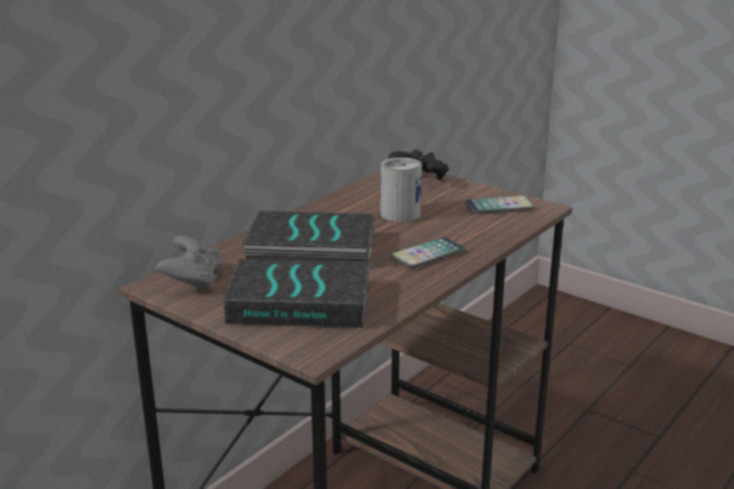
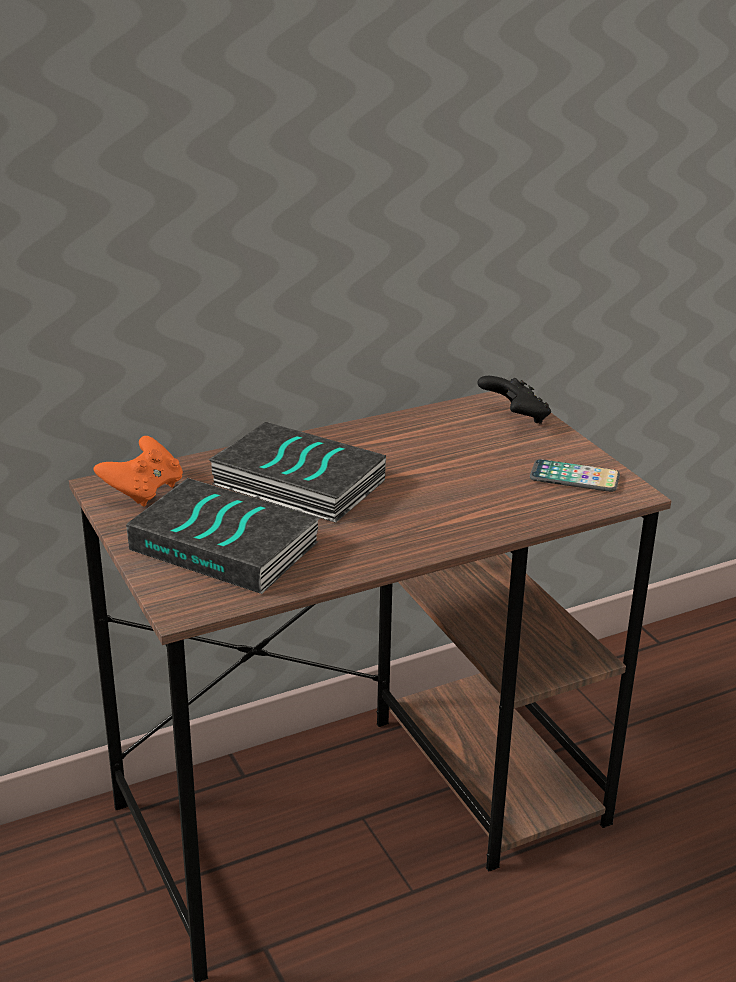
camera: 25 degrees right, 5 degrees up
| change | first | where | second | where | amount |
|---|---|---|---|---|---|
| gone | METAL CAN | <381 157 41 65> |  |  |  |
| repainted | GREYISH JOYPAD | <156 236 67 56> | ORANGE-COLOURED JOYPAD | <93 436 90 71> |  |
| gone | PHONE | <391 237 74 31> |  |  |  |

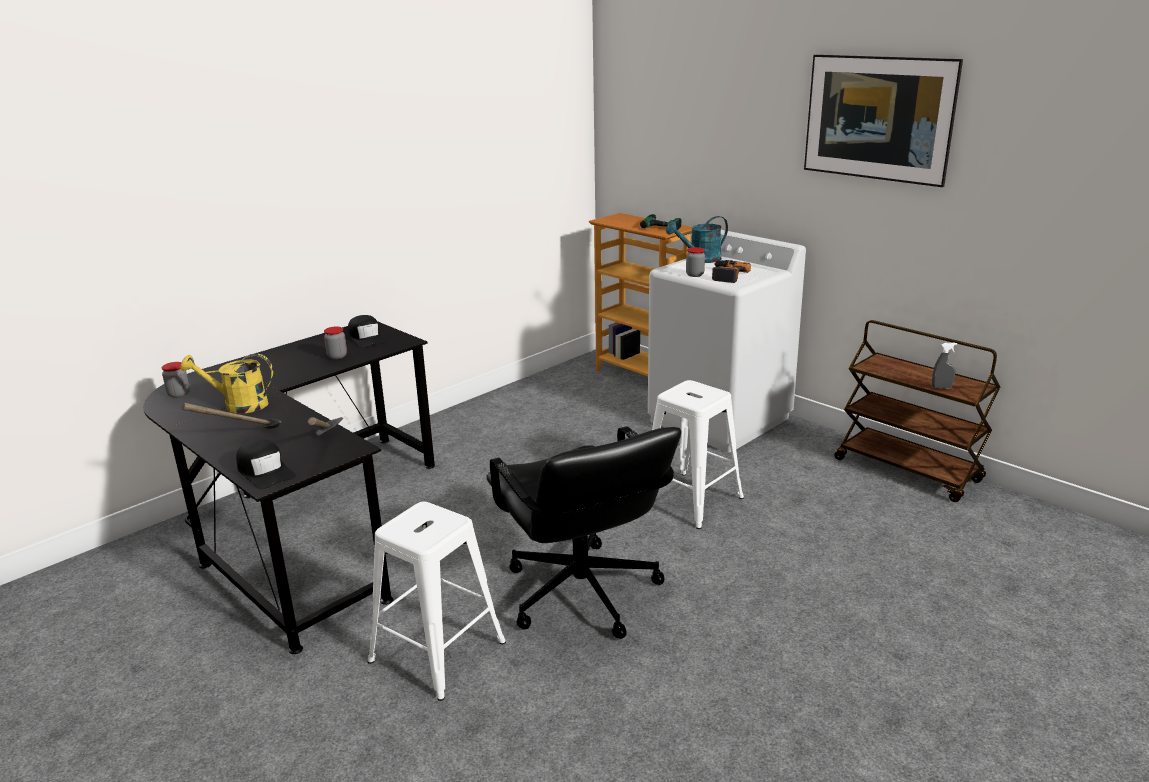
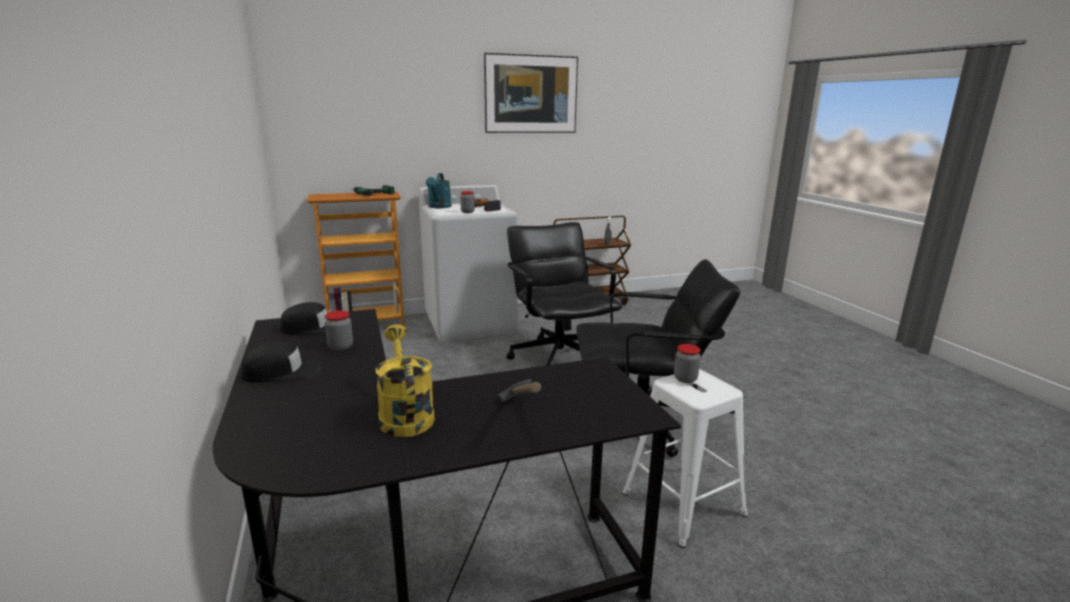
camera: 65 degrees left, 5 degrees down
| change | first | where | second | where | amount |
|---|---|---|---|---|---|
| rotated | YELLOW SPRINKLING CAN | <180 354 93 60> |  | <375 324 60 113> | 135 degrees clockwise |
| shifted | JAR | <162 362 28 36> |  | <674 344 27 39> |  |
| swapped | WHITISH STOOL | <652 380 92 149> | BLACK COMPUTER CHAIR | <506 222 116 143> |  |
| gone | HAND HAMMER | <308 417 35 19> |  |  |  |
| shifted | BLACK PEAKED CAP | <236 439 60 50> |  | <241 341 82 42> |  |

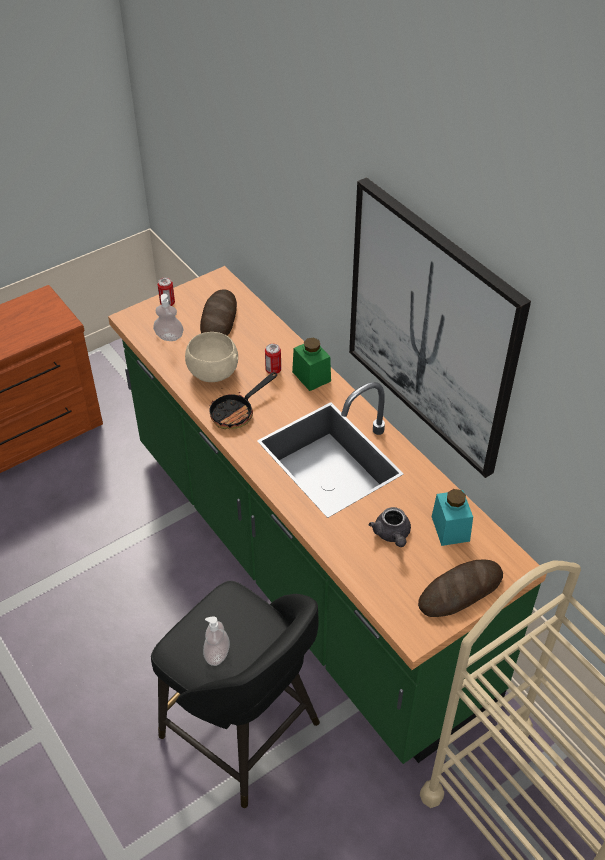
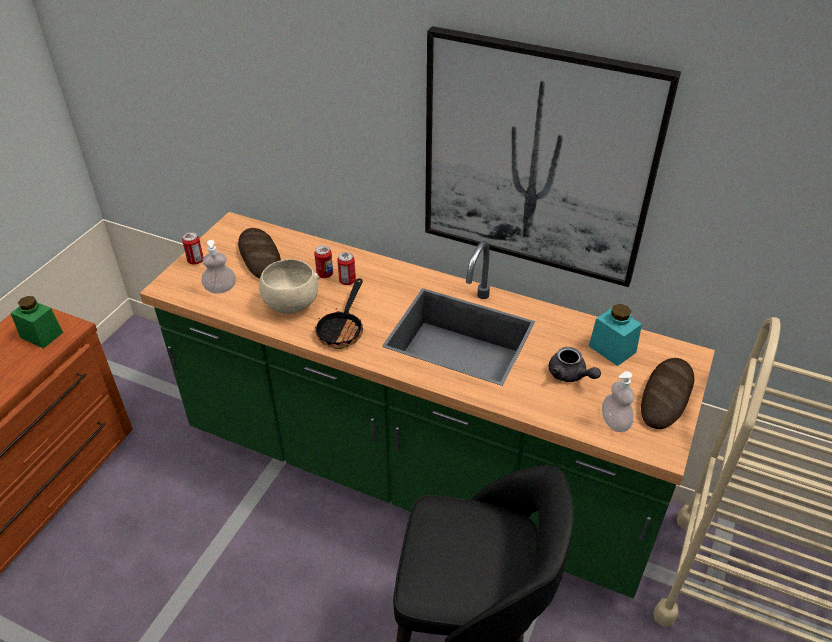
camera: 30 degrees left, 5 degrees down
| change | first | where | second | where | amount |
|---|---|---|---|---|---|
| shifted | GREEN JAR | <292 338 39 53> |  | <11 296 52 52> |  |
| shifted | SOAP BOTTLE | <203 616 27 50> |  | <602 371 32 61> |  |
| new |  |  | METAL CAN | <314 245 19 33> |  |

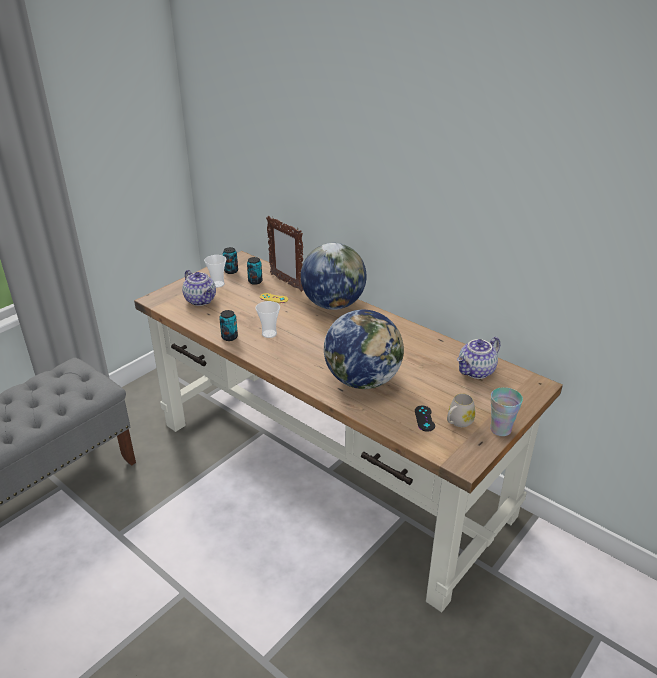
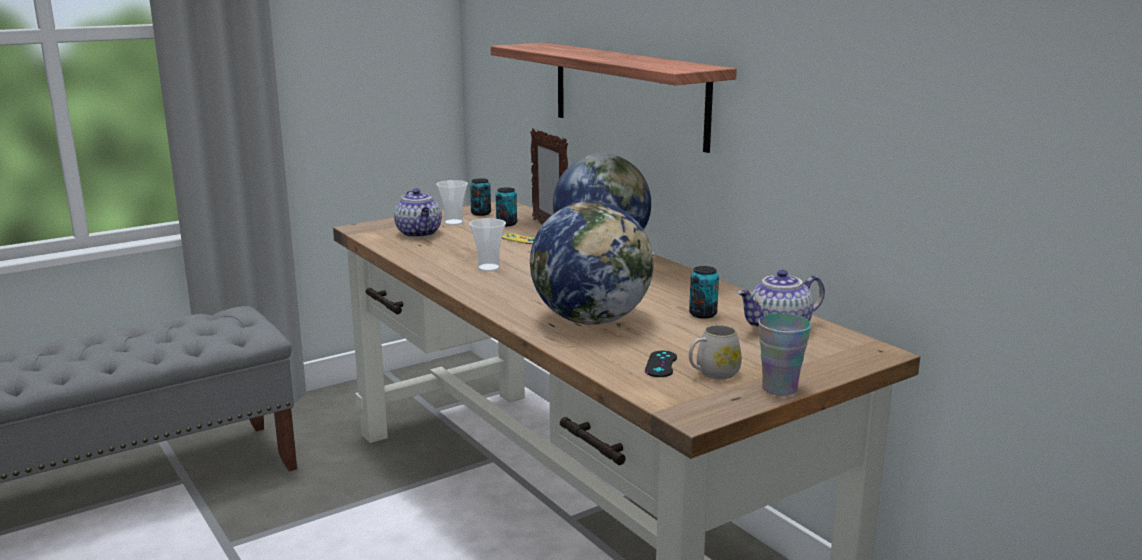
camera: 15 degrees right, 15 degrees down
| change | first | where | second | where | amount |
|---|---|---|---|---|---|
| shifted | METAL CAN | <219 310 19 31> |  | <689 266 30 53> |  |
| new |  |  | WALL SHELF | <491 43 246 110> |  |

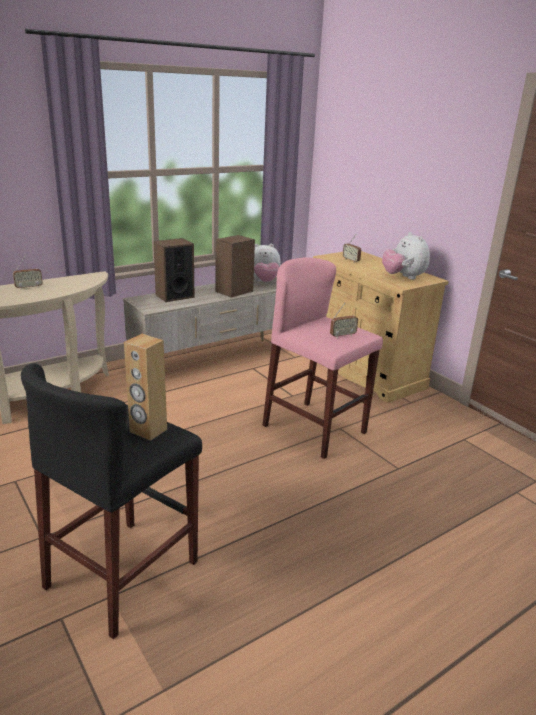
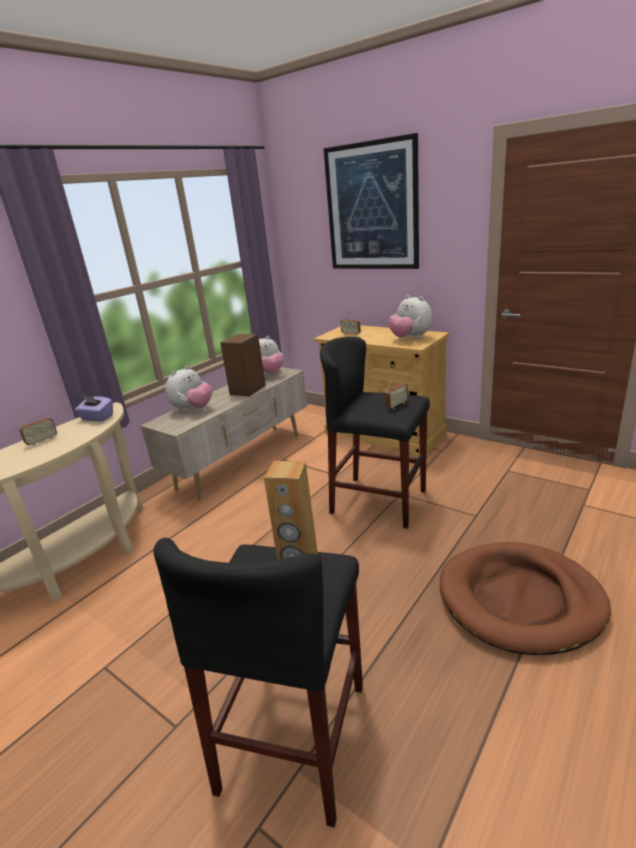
camera: 15 degrees left, 0 degrees up
| change | first | where | second | where | amount |
|---|---|---|---|---|---|
| swapped | AUDIO SPEAKER | <153 238 41 64> | PLUSH TOY | <165 366 48 46> |  |
| repainted | PINK-COLOURED STOOL | <263 257 120 202> | BLACK STOOL | <320 337 110 192> |  |
| new |  |  | PICTURE | <324 133 95 136> |  |
| new |  |  | PURPLISH TISSUE HOLDER | <75 396 38 25> |  |
| new |  |  | BROWN-COLOURED DOG CUSHION | <440 542 171 113> |  |

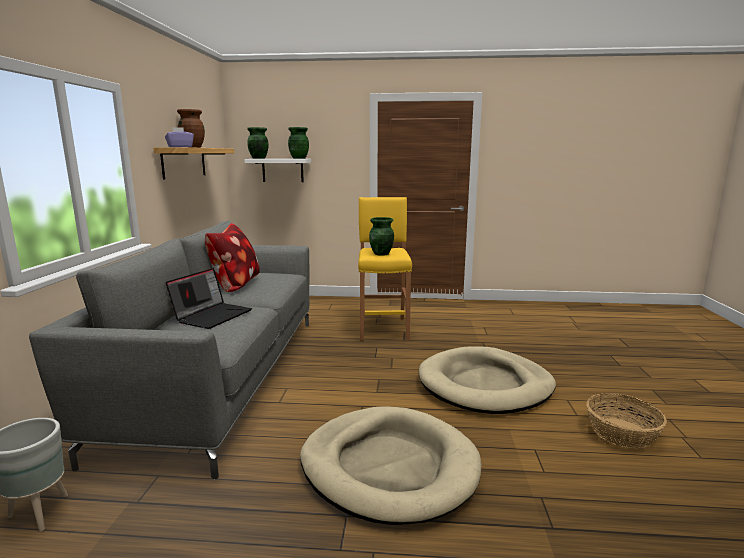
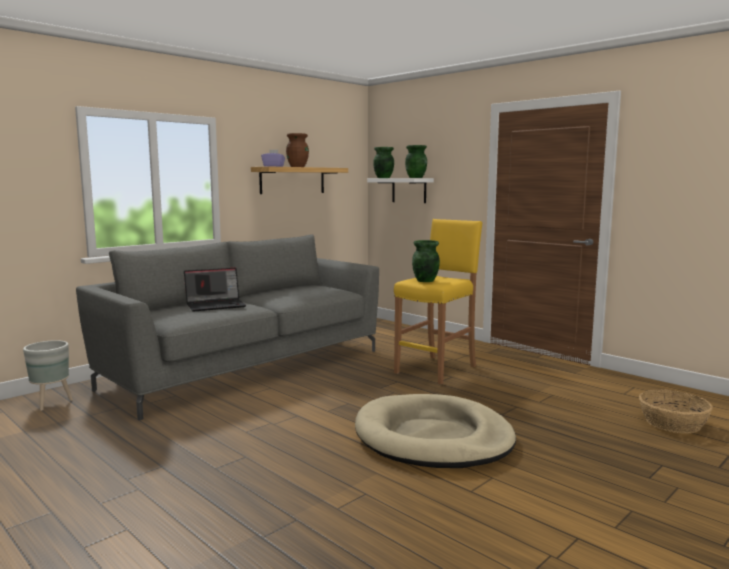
camera: 40 degrees right, 5 degrees down
| change | first | where | second | where | amount |
|---|---|---|---|---|---|
| gone | CUSHION | <205 223 55 69> |  |  |  |
| shifted | HOUSEHOLD BASKET | <586 393 81 56> |  | <639 389 74 44> |  |
| gone | BEIGE-COLOURED DOG CUSHION | <300 407 181 118> |  |  |  |

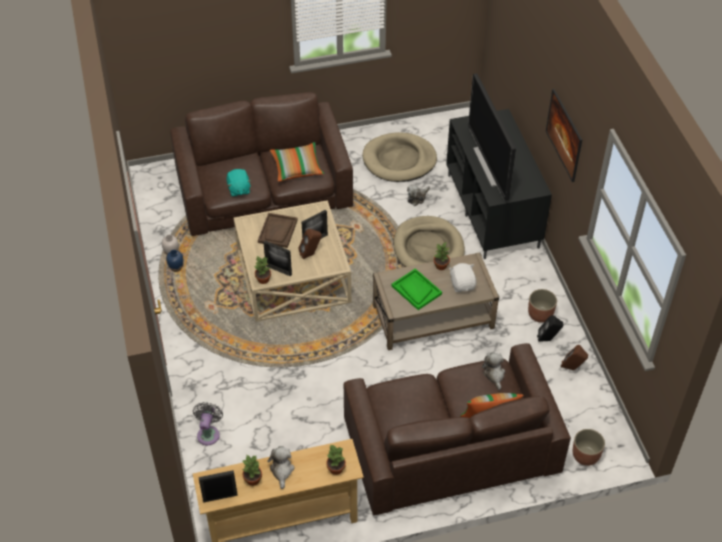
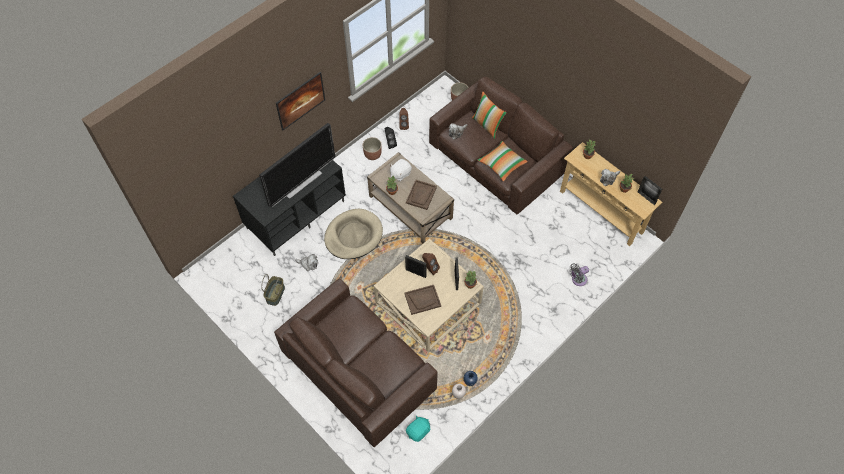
camera: 120 degrees left, 10 degrees up
| change | first | where | second | where | amount |
|---|---|---|---|---|---|
| swapped | BEIGE-COLOURED DOG CUSHION | <362 132 75 50> | HOUSEHOLD BASKET | <261 274 24 32> |  |
| shifted | CUSHION | <270 142 54 40> |  | <478 141 50 41> |  |
| shifted | BLUE-GREEN PLUSH TOY | <226 169 25 28> |  | <406 415 25 27> |  |
| repainted | GREEN TRAY | <392 268 50 42> | BROWN-COLOURED TRAY | <406 180 31 30> |  |

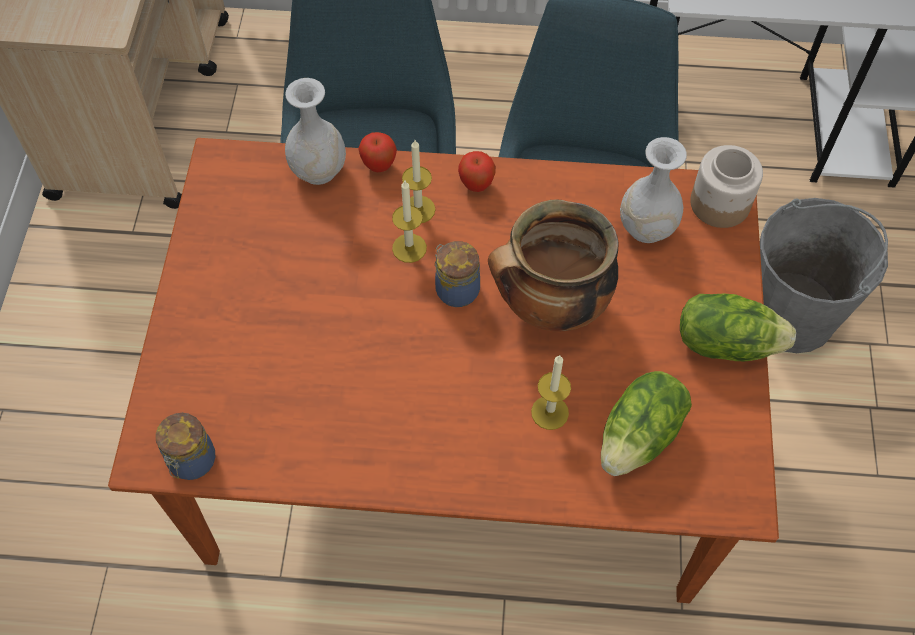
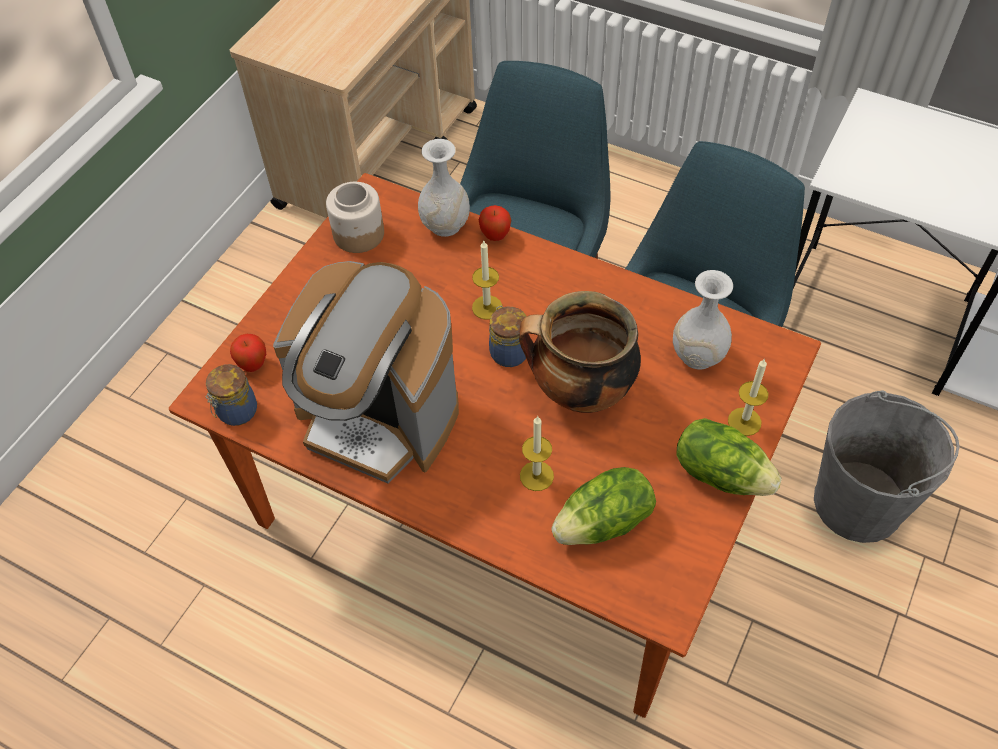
camera: 25 degrees right, 5 degrees down
| change | first | where | second | where | amount |
|---|---|---|---|---|---|
| shifted | WAX CANDLE | <402 140 34 83> |  | <728 358 40 78> |  |
| shifted | JAR | <690 145 73 83> |  | <326 182 58 71> |  |
| shifted | APPLE FRUIT | <458 151 38 41> |  | <230 334 36 38> |  |
| new |  |  | COFFEE BREWER | <273 261 186 223> |  |

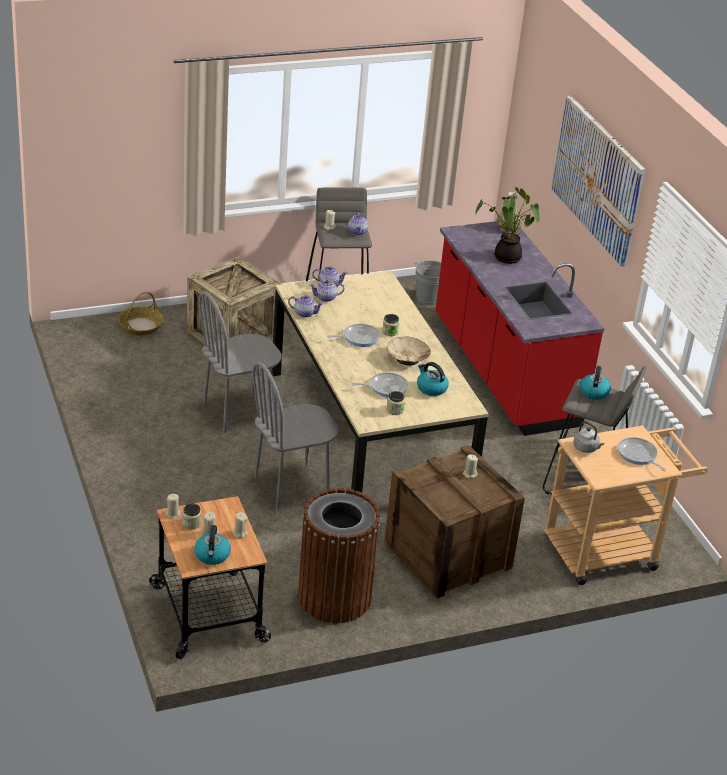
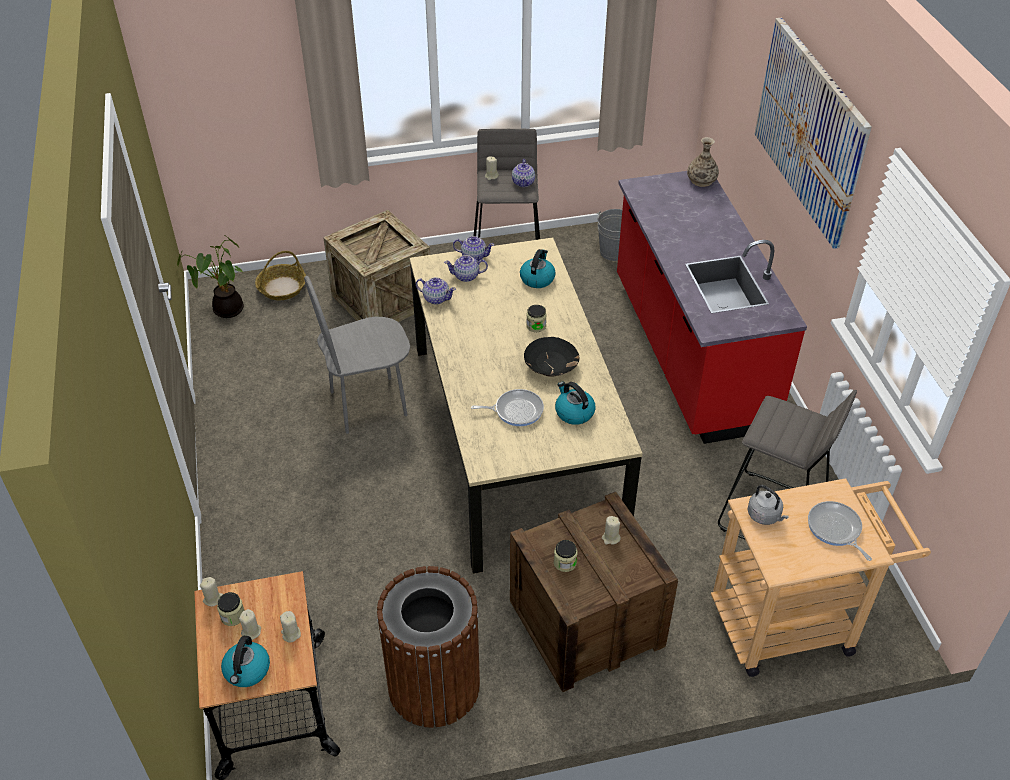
camera: 10 degrees right, 10 degrees up
| change | first | where | second | where | amount |
|---|---|---|---|---|---|
| shifted | HOUSEPLANT | <475 187 65 77> |  | <177 236 67 82> |  |
| gone | FRYING PAN | <327 324 53 23> |  |  |  |
| repainted | BEIGE-COLOURED DEEP DISH | <387 336 44 29> | BLACK DEEP DISH | <524 337 56 40> |  |
| gone | GREYISH PLAIN CHAIR | <252 362 87 147> |  |  |  |
| shifted | KETTLE | <580 366 31 34> |  | <520 249 36 39> |  |
| shifted | JAR | <387 391 18 24> |  | <554 540 24 32> |  |

